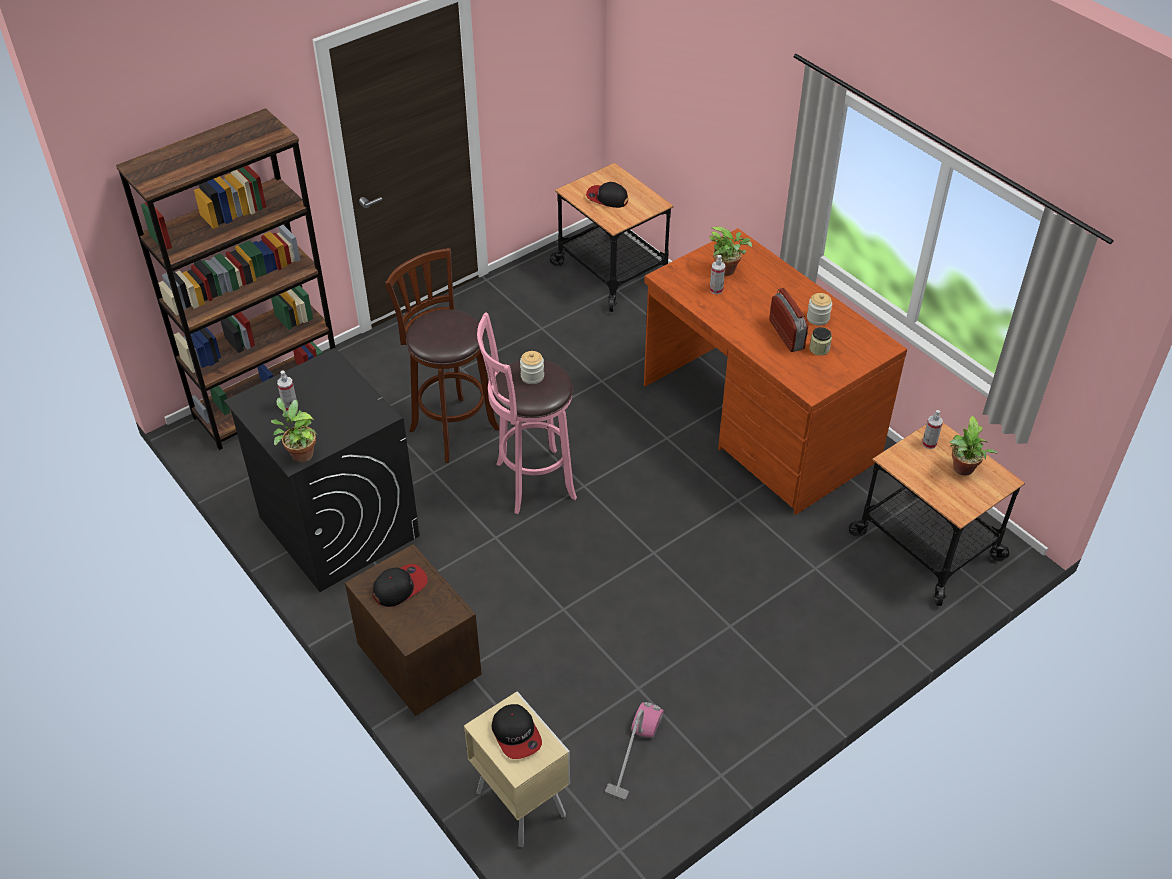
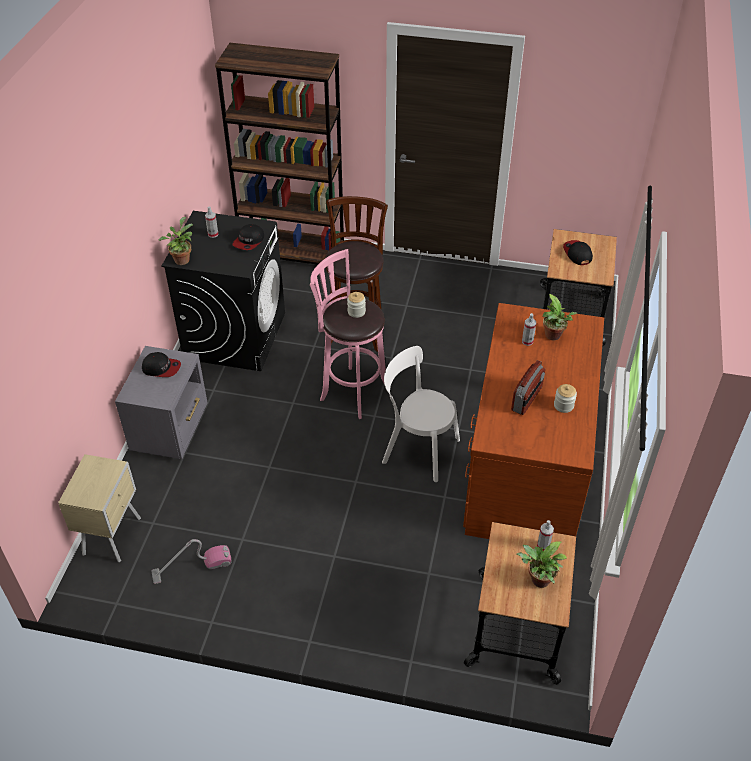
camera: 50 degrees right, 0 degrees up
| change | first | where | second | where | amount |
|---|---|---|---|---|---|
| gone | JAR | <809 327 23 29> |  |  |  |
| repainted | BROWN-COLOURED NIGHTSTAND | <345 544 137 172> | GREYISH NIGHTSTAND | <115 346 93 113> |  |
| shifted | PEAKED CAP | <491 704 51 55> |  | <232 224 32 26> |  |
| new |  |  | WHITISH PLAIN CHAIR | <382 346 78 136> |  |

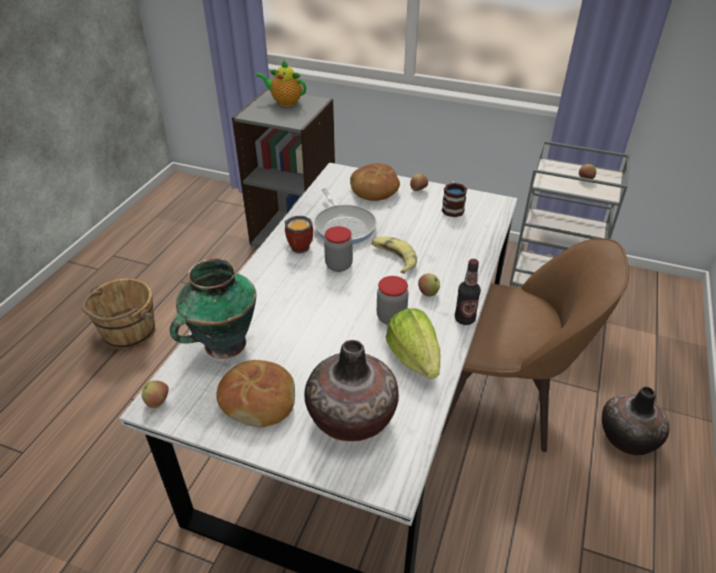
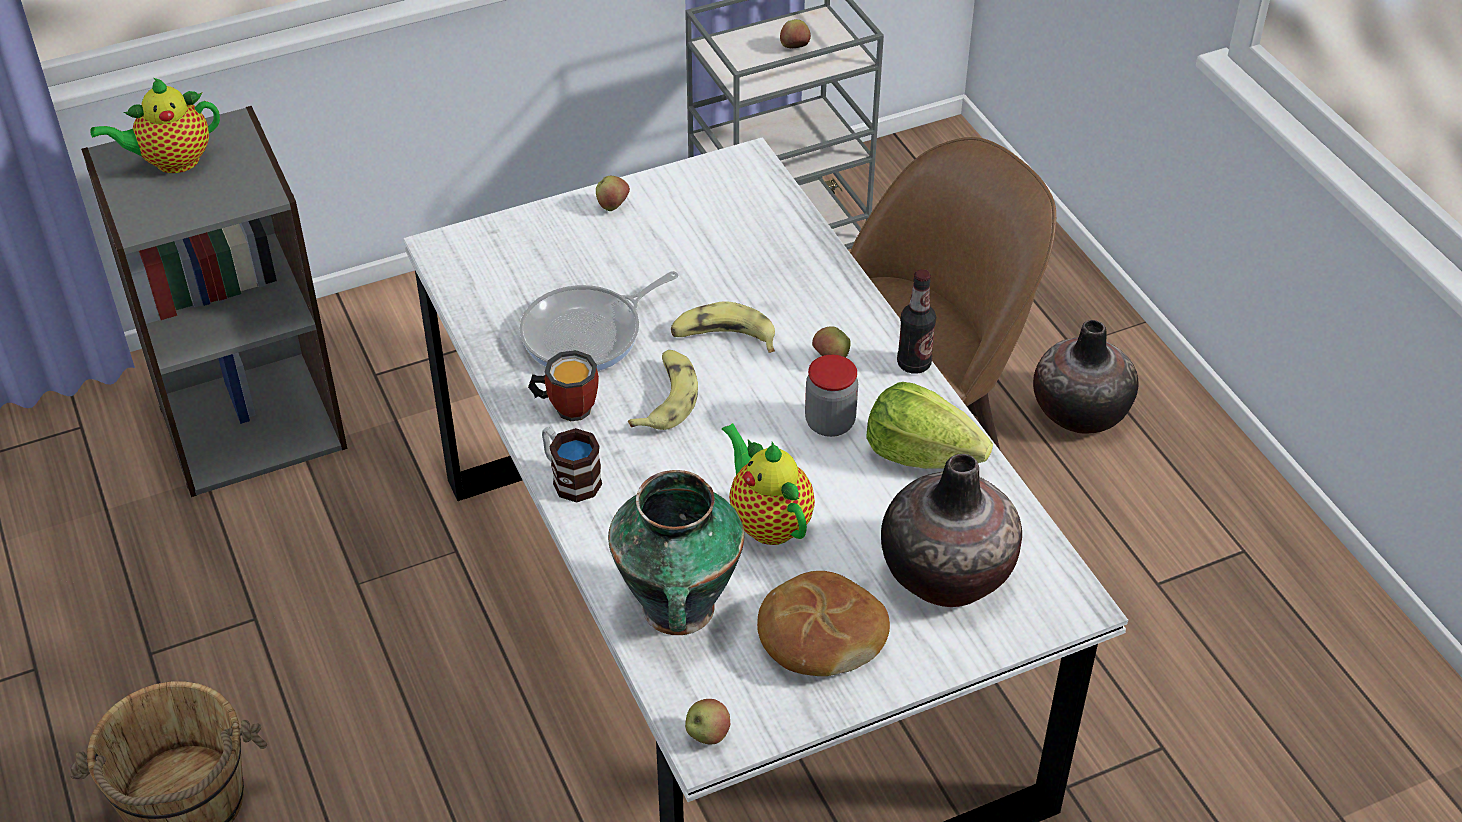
camera: 45 degrees left, 5 degrees up
| change | first | where | second | where | amount |
|---|---|---|---|---|---|
| gone | BAKERY BREAD | <350 163 50 38> |  |  |  |
| shifted | MUG | <442 181 25 36> |  | <542 427 60 76> |  |
| rotated | FRYING PAN | <314 188 63 56> |  | <519 271 160 100> | 120 degrees clockwise |
| swapped | JAR | <324 226 29 46> | BANANA FRUIT | <628 350 70 80> |  |
| new |  |  | POT FOR TEA | <722 423 93 122> |  |

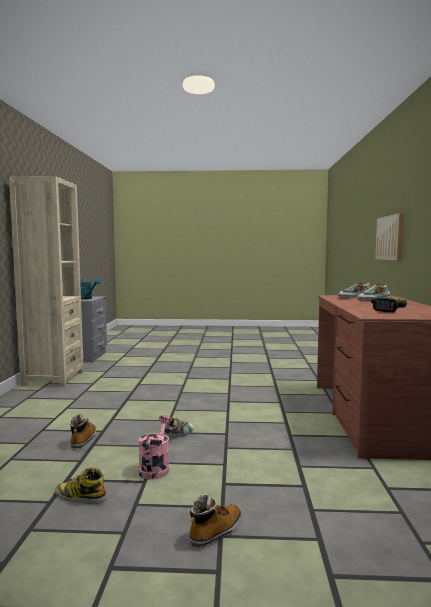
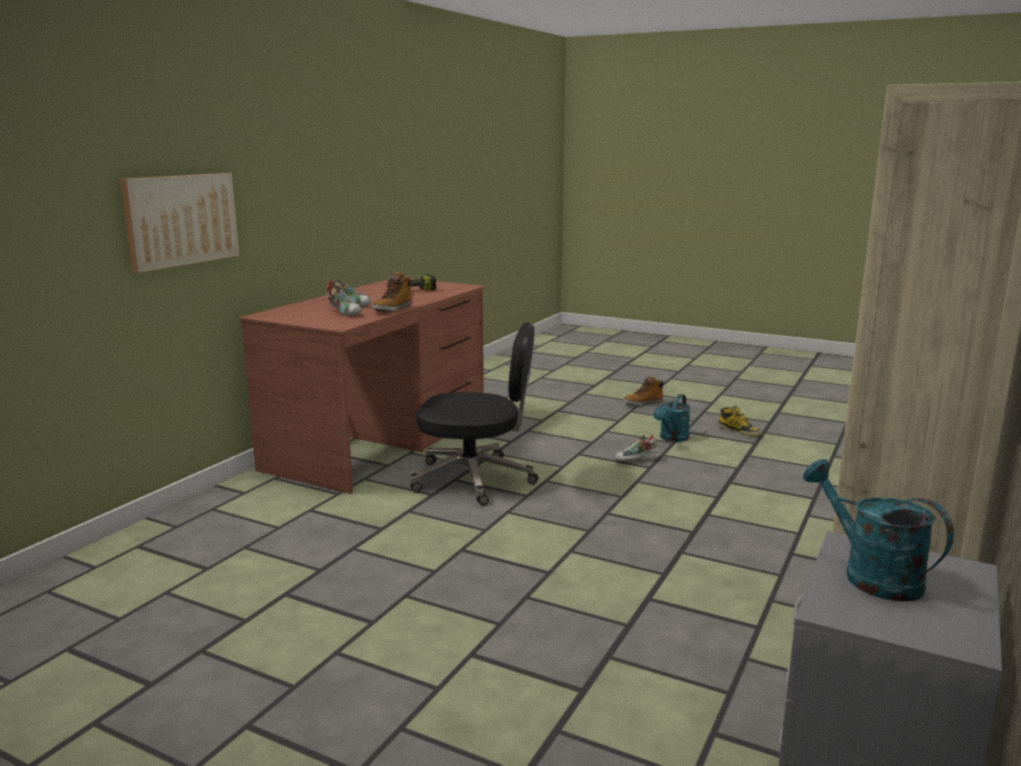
camera: 155 degrees left, 10 degrees up
| change | first | where | second | where | amount |
|---|---|---|---|---|---|
| shifted | BOOT | <70 414 26 35> |  | <372 272 40 40> |  |
| repainted | PINK-COLOURED SPRINKLING CAN | <138 415 33 65> | BLUE-GREEN SPRINKLING CAN | <653 394 37 48> |  |
| new |  |  | BLACK COMPUTER CHAIR | <410 322 129 184> |  |

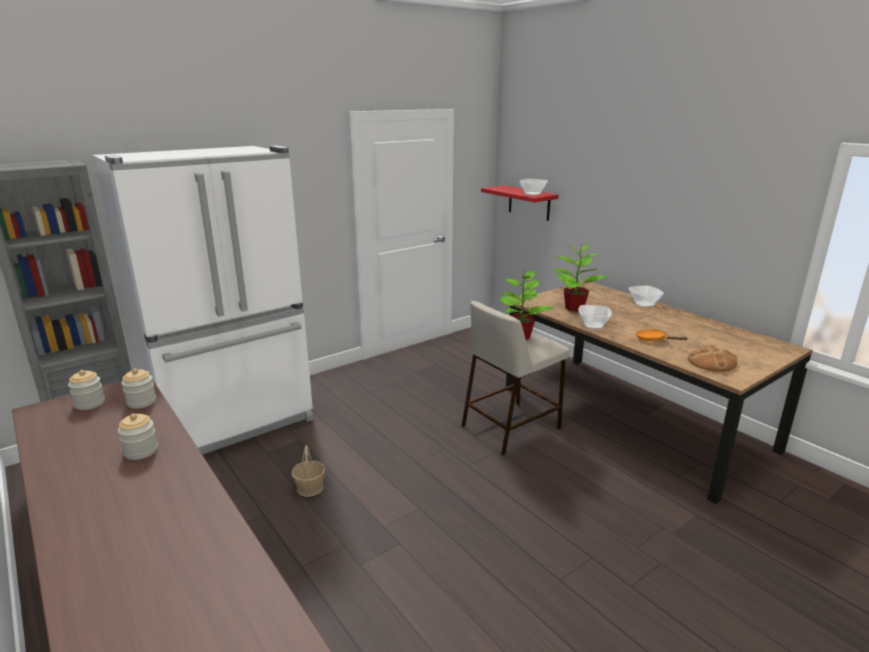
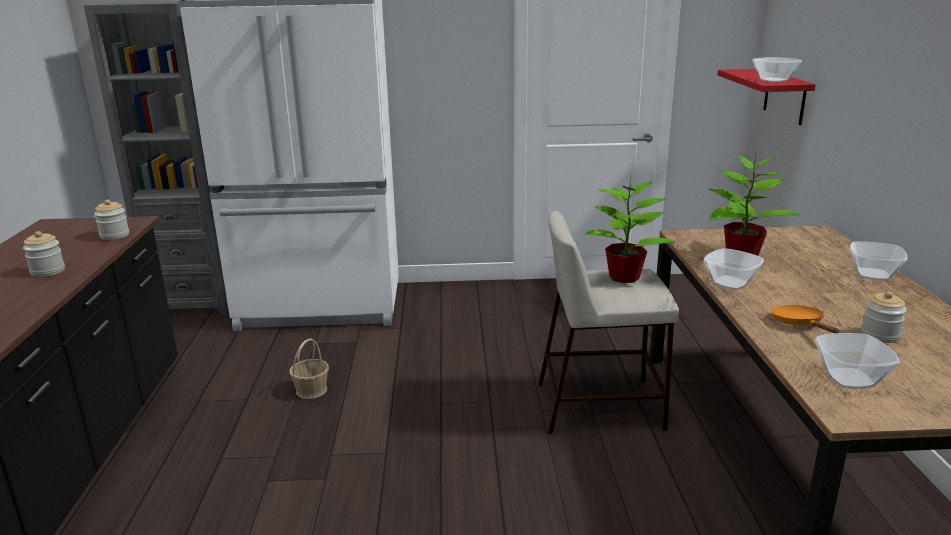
camera: 35 degrees right, 0 degrees up
| change | first | where | second | where | amount |
|---|---|---|---|---|---|
| swapped | BAKERY BREAD | <688 345 49 27> | DEEP DISH | <815 333 85 56> |  |
| shifted | JAR | <68 370 37 40> |  | <861 291 46 52> |  |

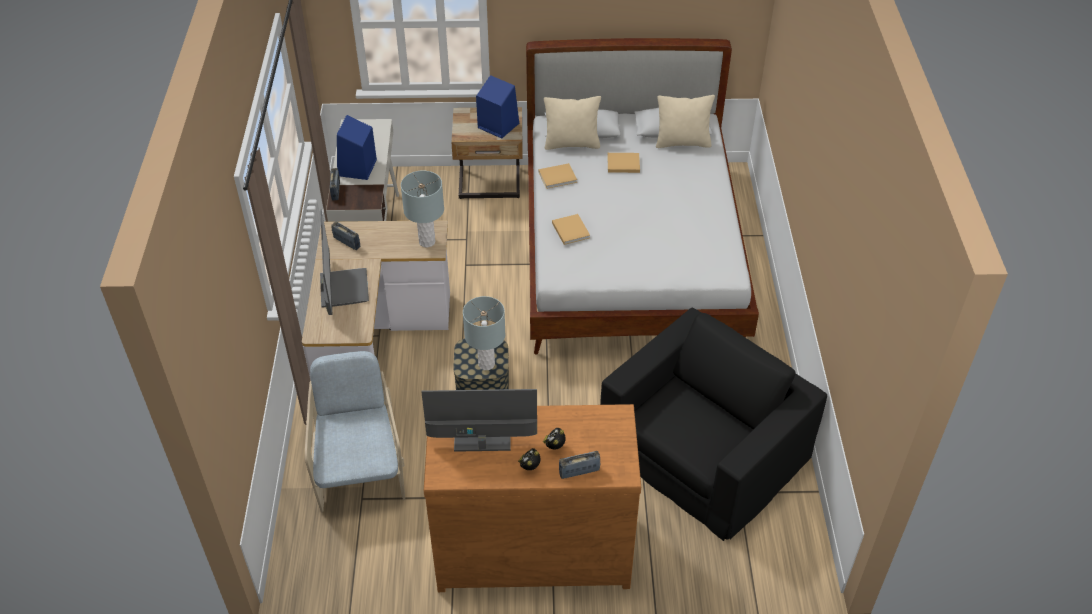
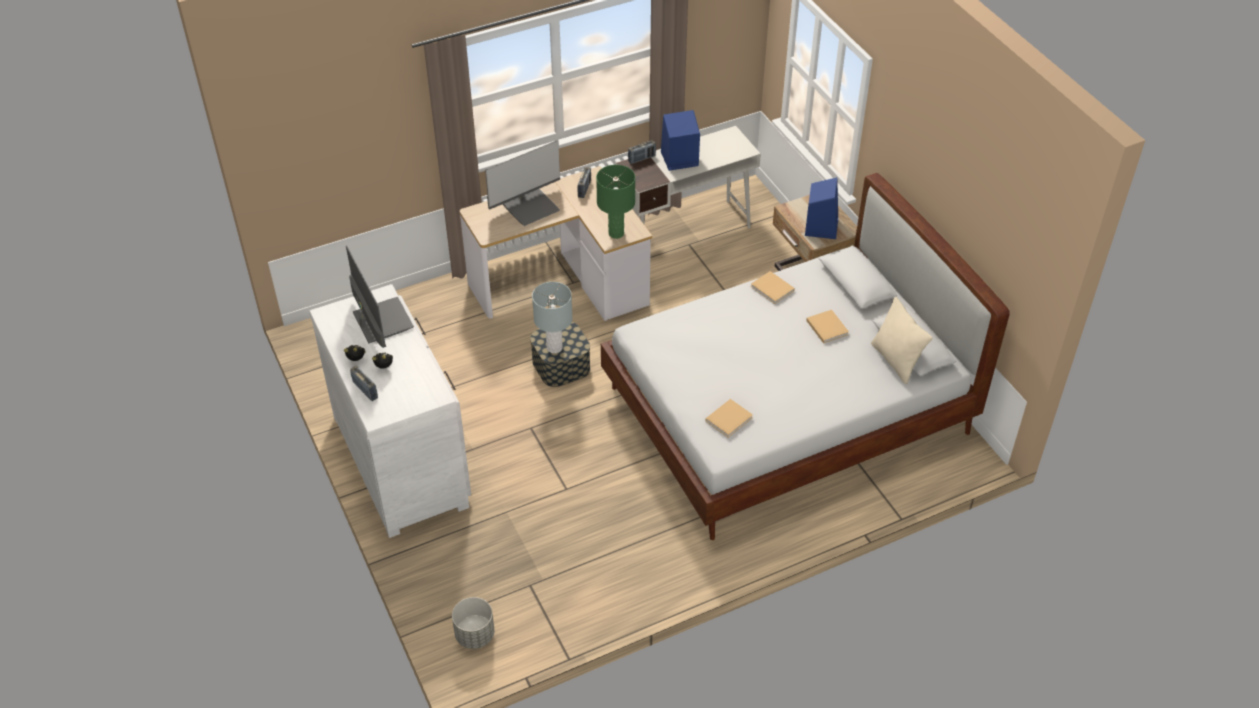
camera: 65 degrees right, 0 degrees up
| change | first | where | second | where | amount |
|---|---|---|---|---|---|
| gone | BEIGE-COLOURED CUSHION | <544 96 57 54> |  |  |  |
| repainted | GREYISH LAMP FOR A TABLE | <401 171 43 77> | GREEN LAMP FOR A TABLE | <596 165 39 74> |  |
| shifted | BEIGE-COLOURED BOUND BOOK | <552 214 38 31> |  | <705 399 48 39> |  |
| gone | BLACK LOUNGE CHAIR | <600 308 227 233> |  |  |  |
| gone | BEIGE-COLOURED LOUNGE CHAIR | <305 351 100 161> |  |  |  |
| repainted | BROWN-COLOURED DRAWER CHEST | <424 404 217 188> | WHITISH DRAWER CHEST | <309 284 162 254> |  |
| new |  |  | GREYISH PLANT POT | <452 597 43 52> |  |

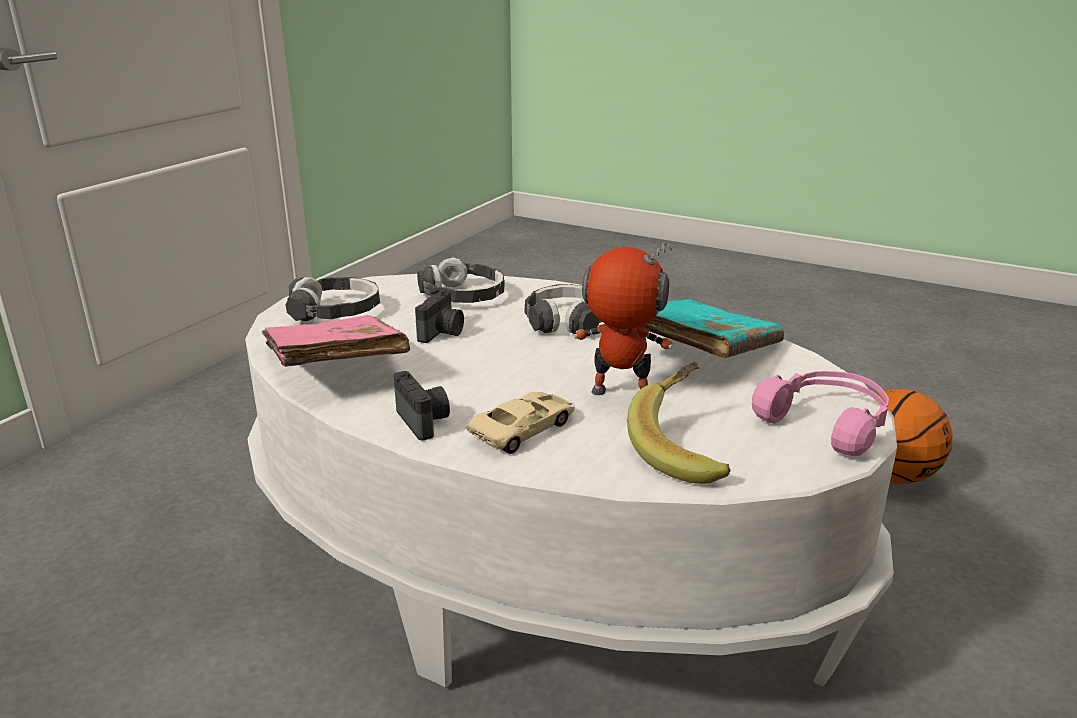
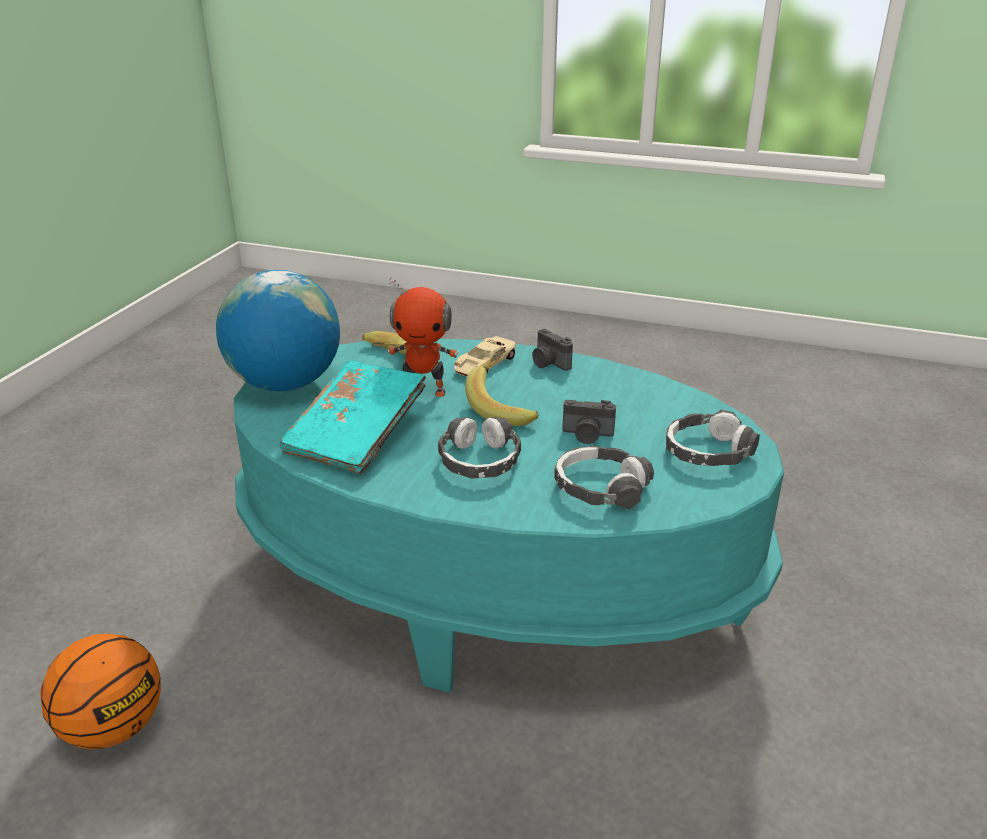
camera: 170 degrees right, 5 degrees up
| change | first | where | second | where | amount |
|---|---|---|---|---|---|
| repainted | WHITISH LOW TABLE | <245 274 652 413> | BLUE-GREEN LOW TABLE | <234 339 550 354> |  |
| rotated | STILL CAMERA | <415 289 49 54> |  | <562 400 54 44> | 90 degrees counterclockwise |
| gone | PINK-COLOURED BOUND BOOK | <262 315 148 52> |  |  |  |
| swapped | PINK-COLOURED HEADPHONES | <752 371 137 85> | WORLD GLOBE | <216 270 124 121> |  |
| new |  |  | BANANA FRUIT | <465 348 74 78> |  |

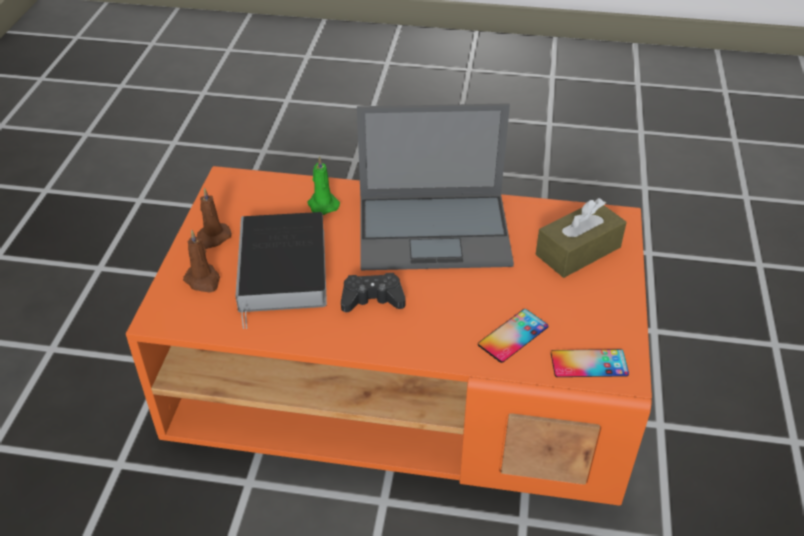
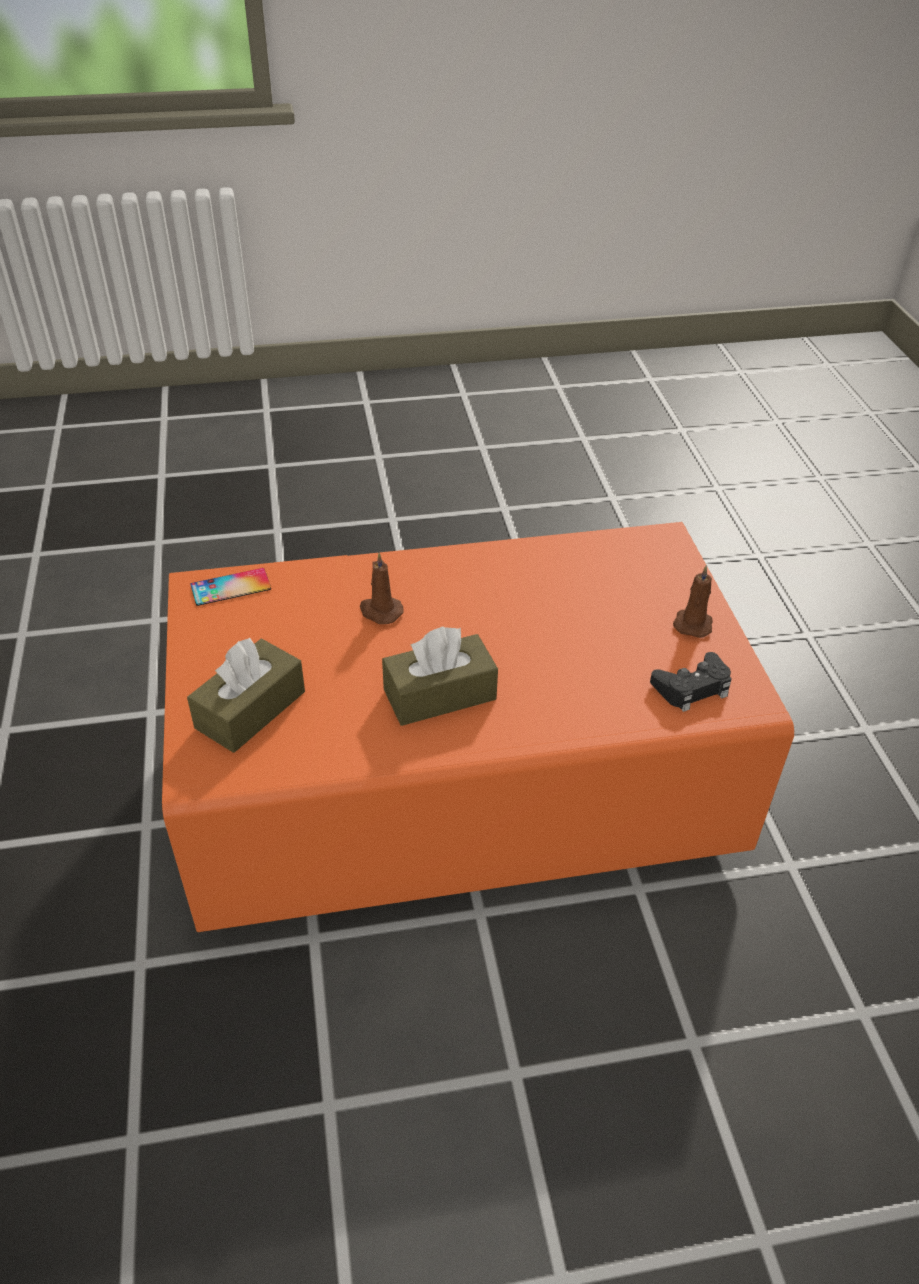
camera: 160 degrees right, 0 degrees up
| change | first | where | second | where | amount |
|---|---|---|---|---|---|
| swapped | PORTABLE COMPUTER | <357 103 157 167> | BROWN-COLOURED TISSUE HOLDER | <382 627 116 99> |  |
| gone | GREEN WAX CANDLE | <307 156 33 59> |  |  |  |
| gone | BOUND BOOK | <236 212 91 117> |  |  |  |
| shifted | BROWN-COLOURED WAX CANDLE | <183 230 37 63> |  | <360 553 44 71> |  |
| shifted | BLACK JOYPAD | <341 273 65 39> |  | <650 652 82 60> |  |
| gone | PHONE | <478 309 70 54> |  |  |  |

